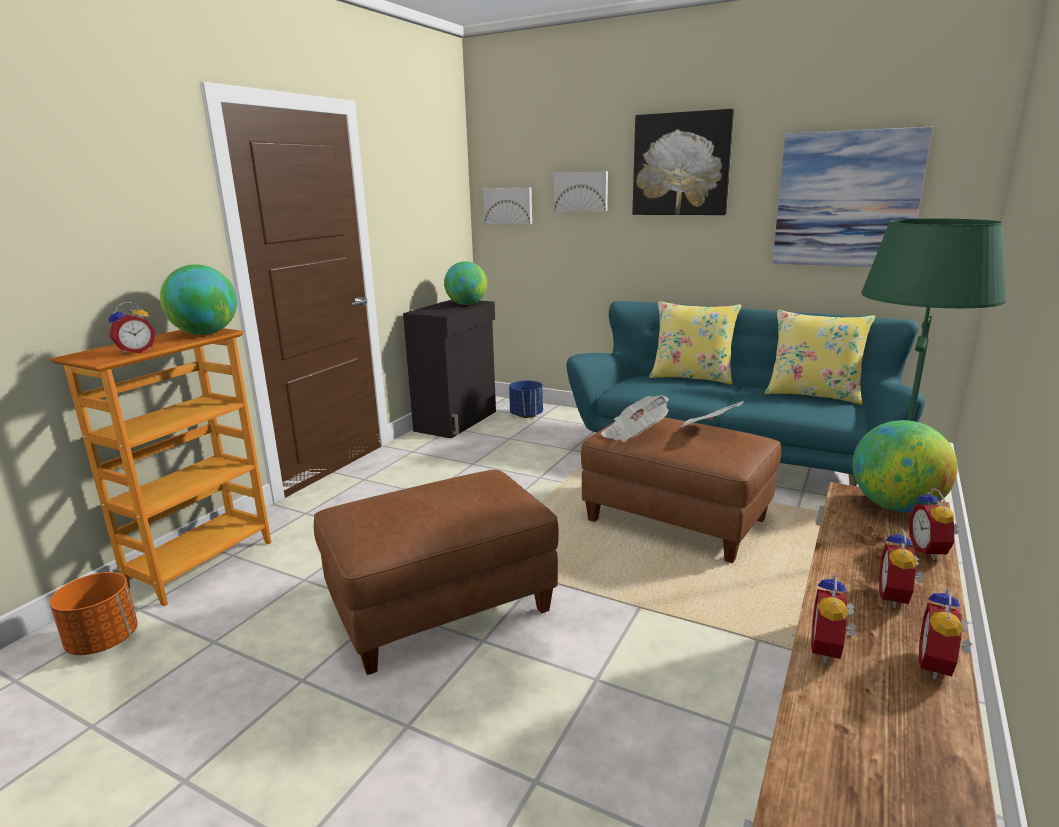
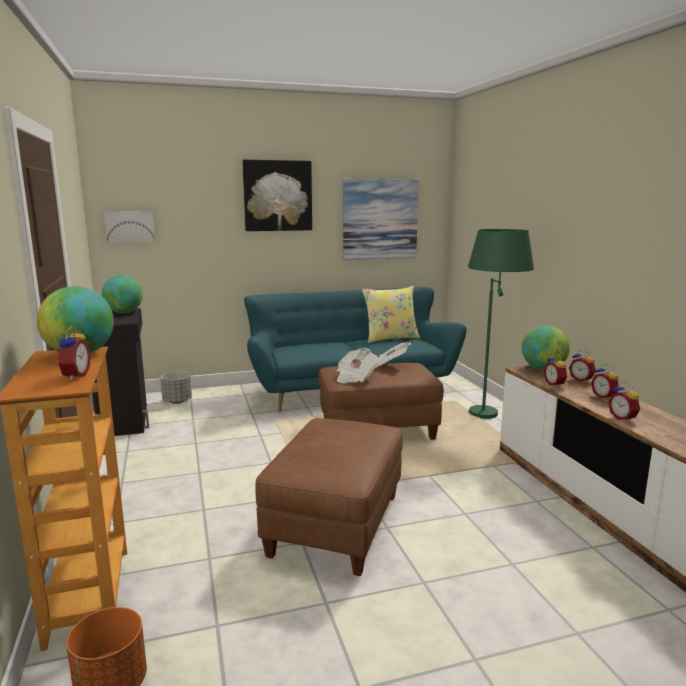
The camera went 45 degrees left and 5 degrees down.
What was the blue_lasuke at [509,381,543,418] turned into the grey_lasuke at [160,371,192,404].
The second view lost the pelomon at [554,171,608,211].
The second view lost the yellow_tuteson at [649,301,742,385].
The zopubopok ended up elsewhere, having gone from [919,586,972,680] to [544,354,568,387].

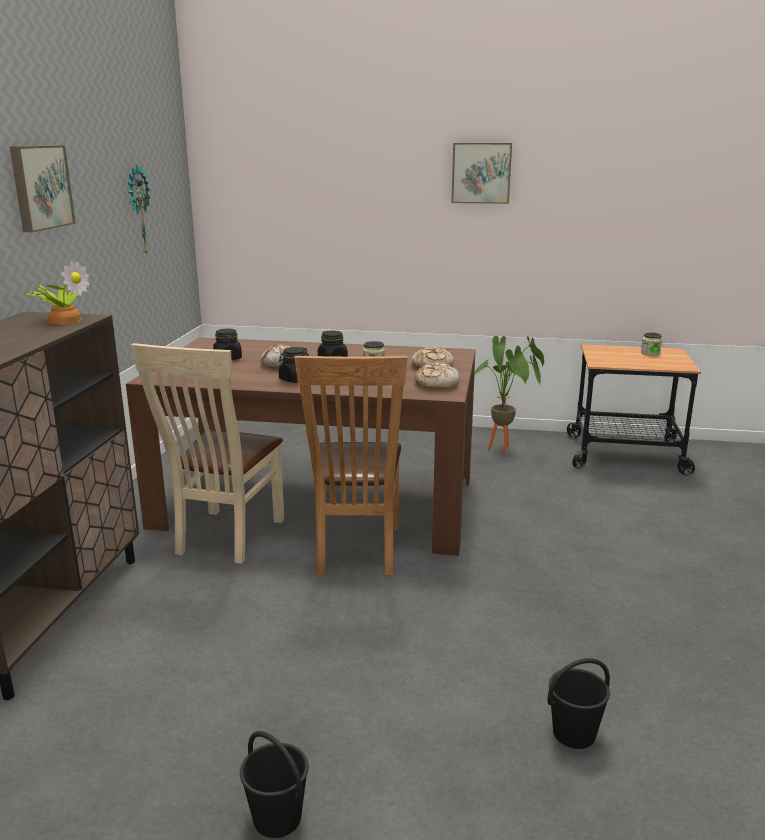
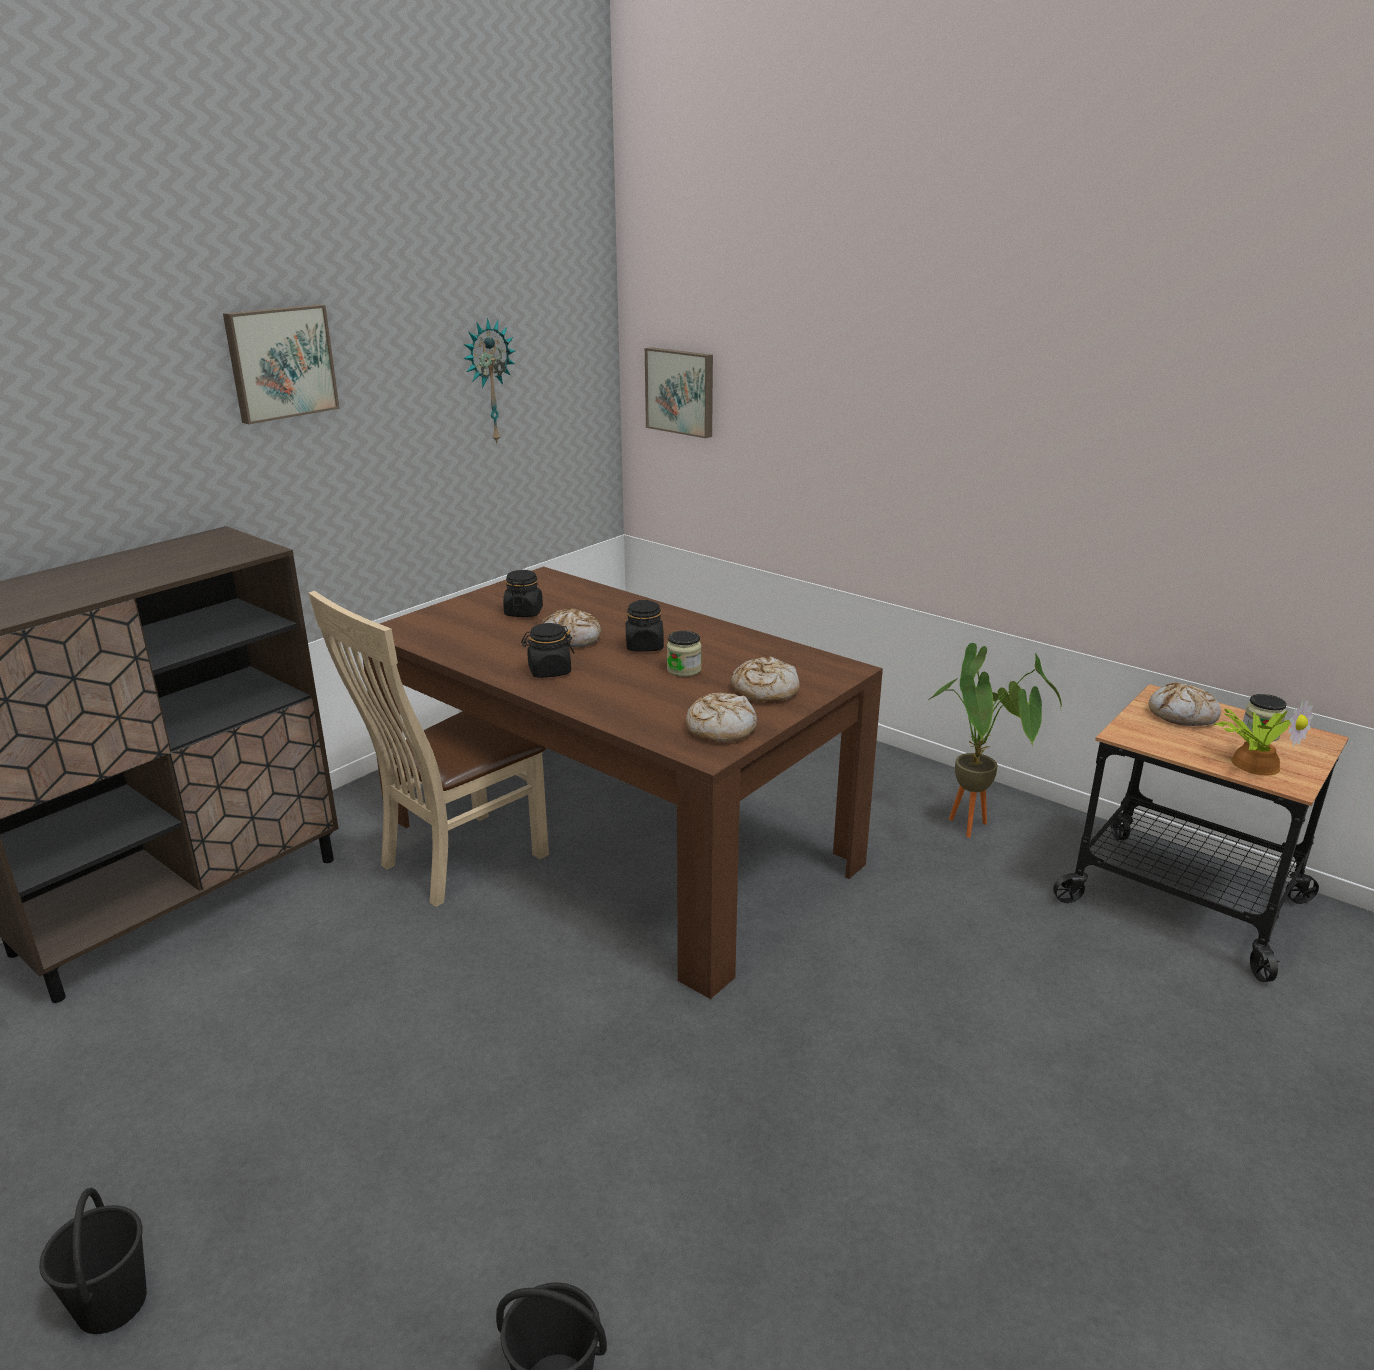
The camera went 30 degrees right and 5 degrees up.
The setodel ended up elsewhere, having gone from [24,260,89,325] to [1214,700,1313,775].
The second view lost the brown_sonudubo at [294,356,407,575].
The pelomon ended up elsewhere, having gone from [451,143,512,204] to [645,347,713,438].
The second view gained the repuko at [1149,683,1221,726].

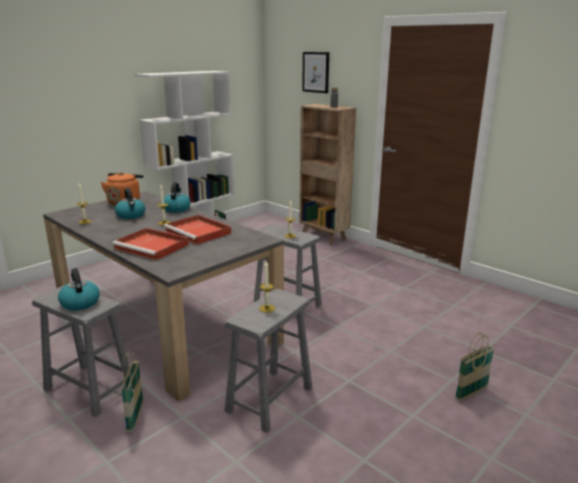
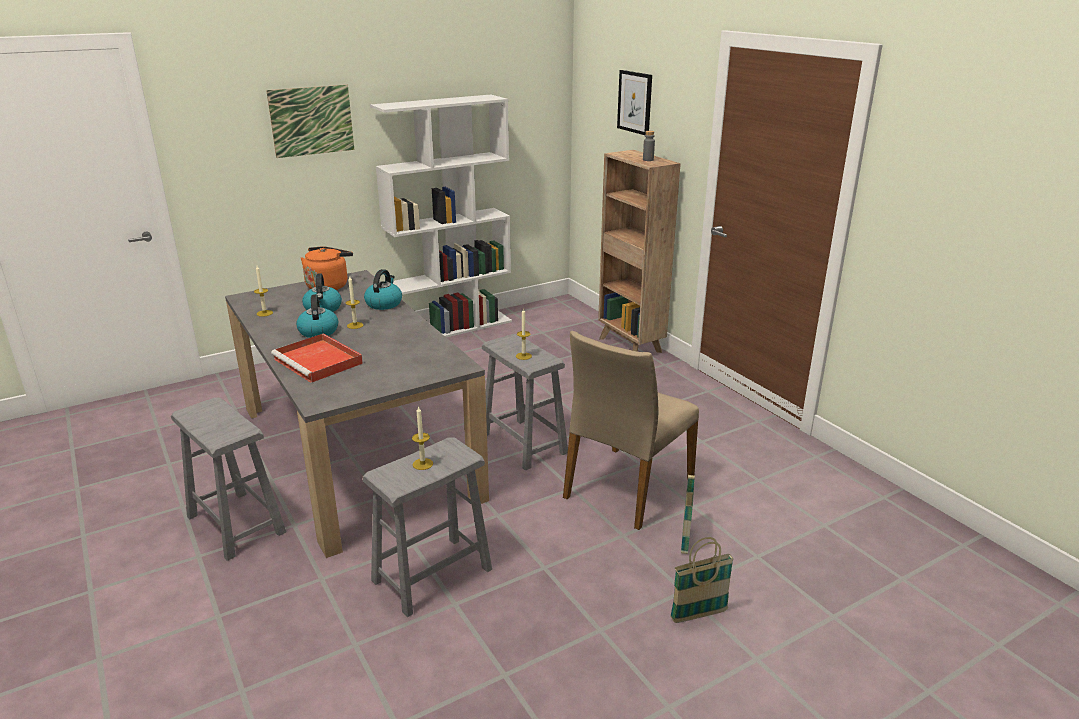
The camera went 15 degrees right and 5 degrees up.
The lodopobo ended up elsewhere, having gone from [58,268,100,310] to [296,294,338,338].
The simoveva ended up elsewhere, having gone from [121,353,143,432] to [681,471,696,554].
The second view lost the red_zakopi at [164,215,231,245].
The second view gained the pelomon at [266,85,354,158].
The second view gained the beige_sonudubo at [563,331,699,530].

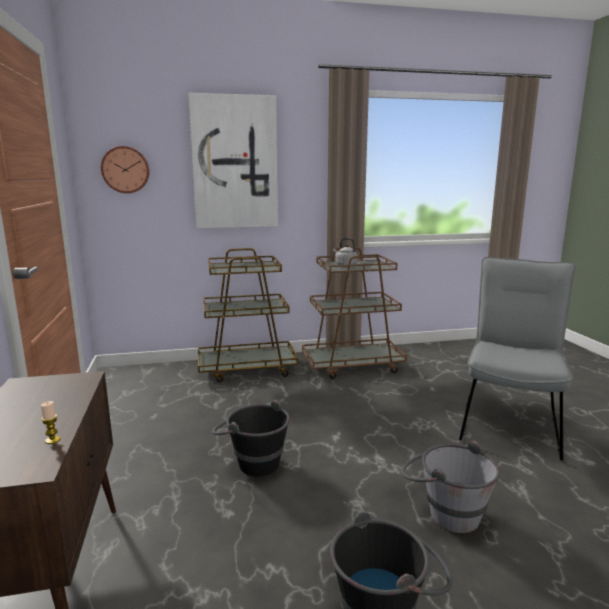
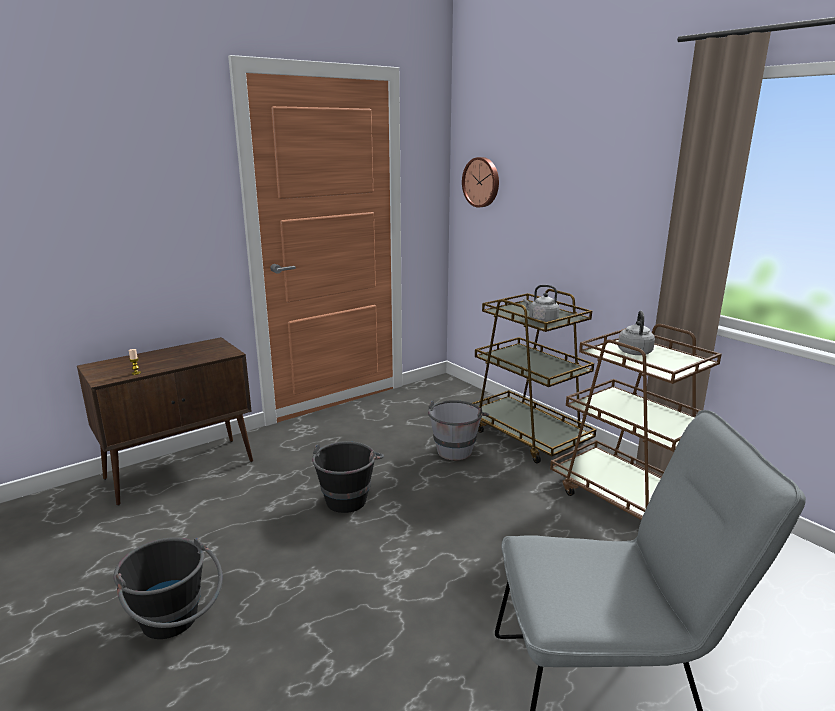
The camera went 65 degrees right and 5 degrees up.
The second view lost the pelomon at [188,93,278,228].
The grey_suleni ended up elsewhere, having gone from [402,440,500,533] to [428,400,489,460].
The second view gained the grey_lodopobo at [523,285,560,322].

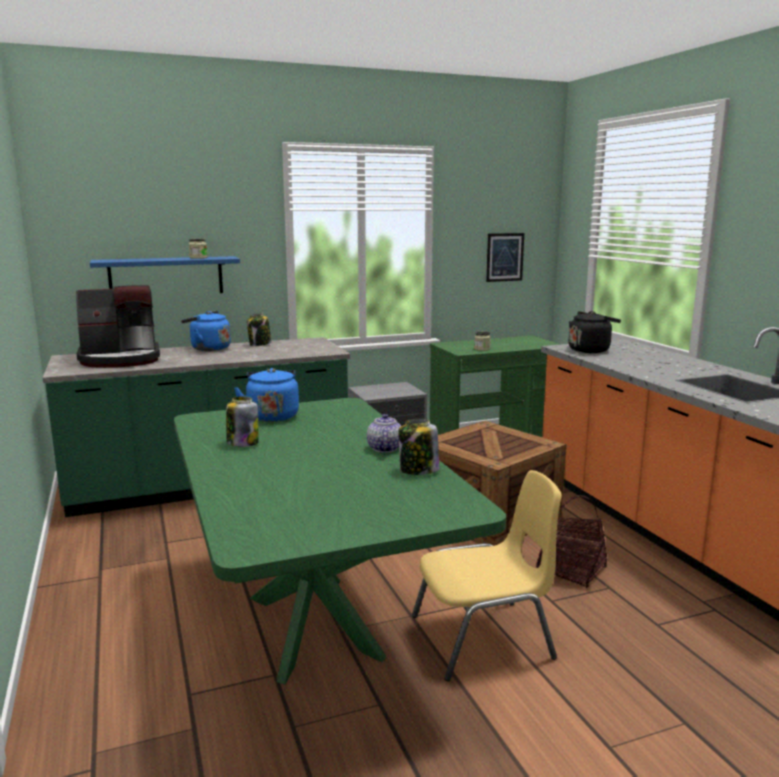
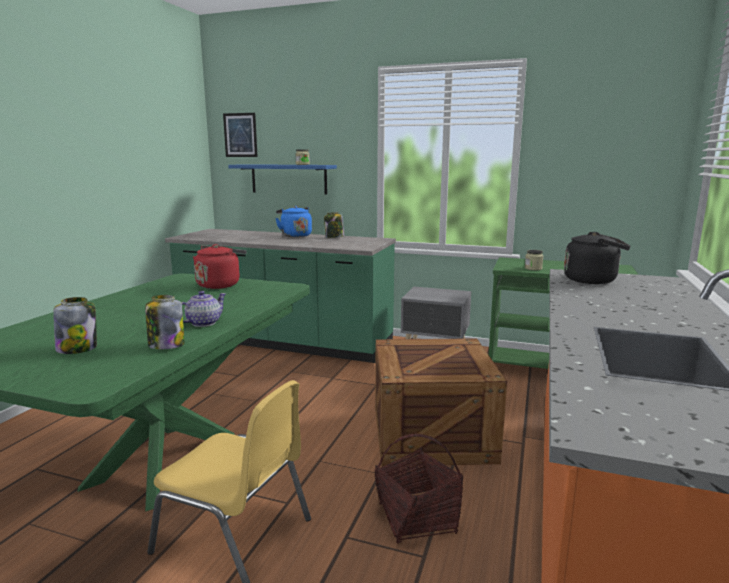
The camera went 40 degrees right and 0 degrees up.
The second view lost the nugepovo at [76,285,160,368].
The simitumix ended up elsewhere, having gone from [226,396,259,447] to [53,297,97,354].
What was the blue_lodopobo at [234,368,299,422] turned into the red_lodopobo at [193,244,246,289].
The pelomon ended up elsewhere, having gone from [486,233,524,282] to [223,113,258,157].

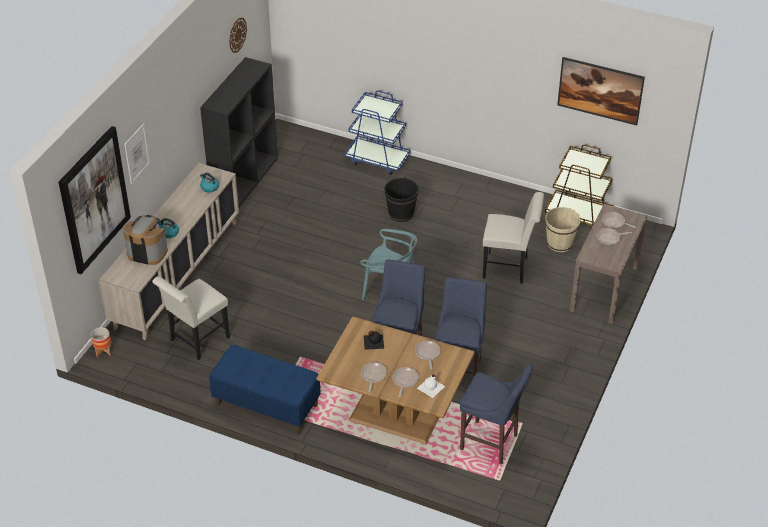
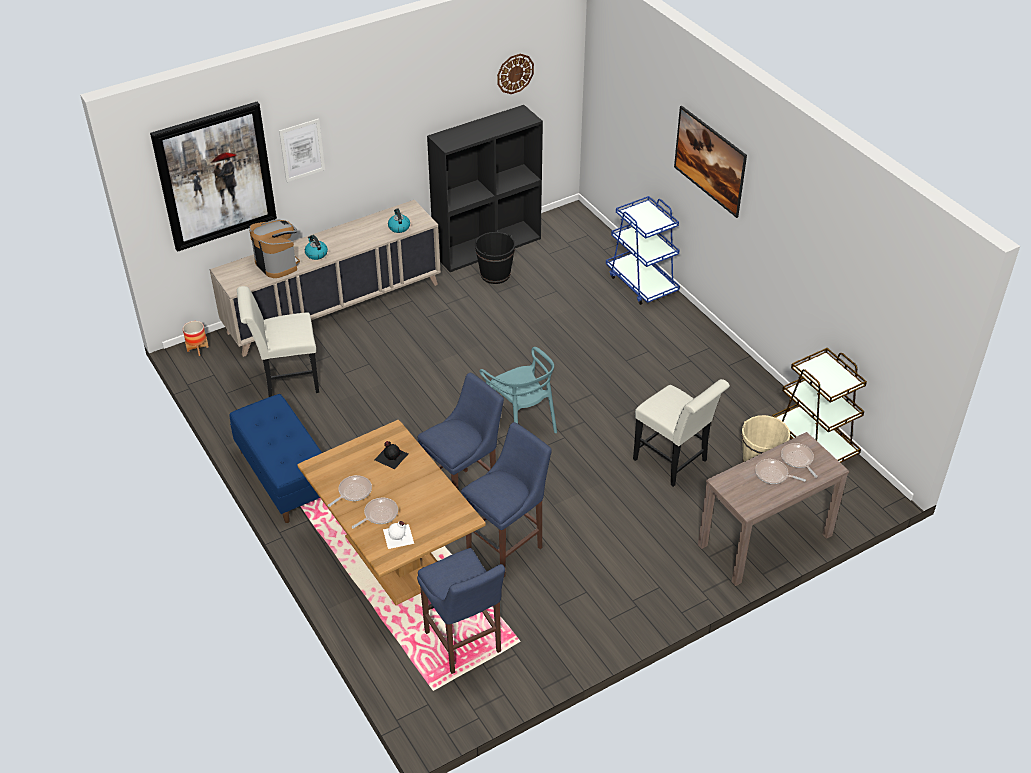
The camera went 35 degrees right and 0 degrees up.
The black_suleni ended up elsewhere, having gone from [384,177,419,222] to [475,232,516,284].
The second view lost the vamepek at [415,340,441,370].
The pelomon ended up elsewhere, having gone from [557,57,645,126] to [674,106,747,218].

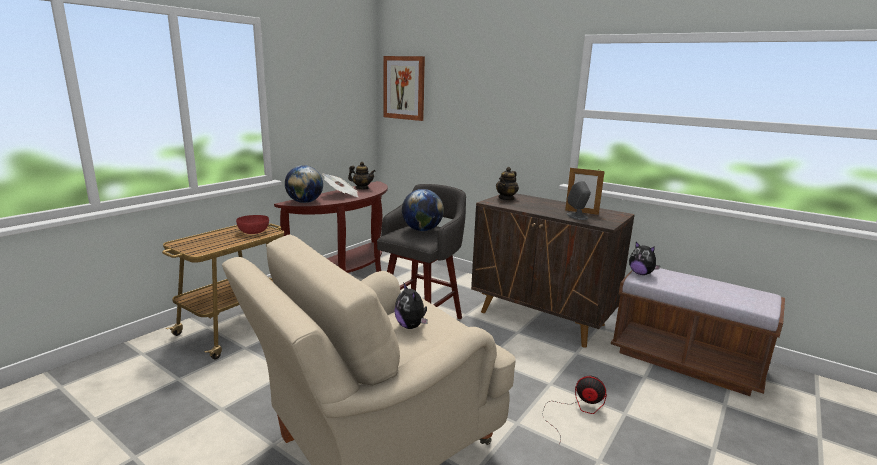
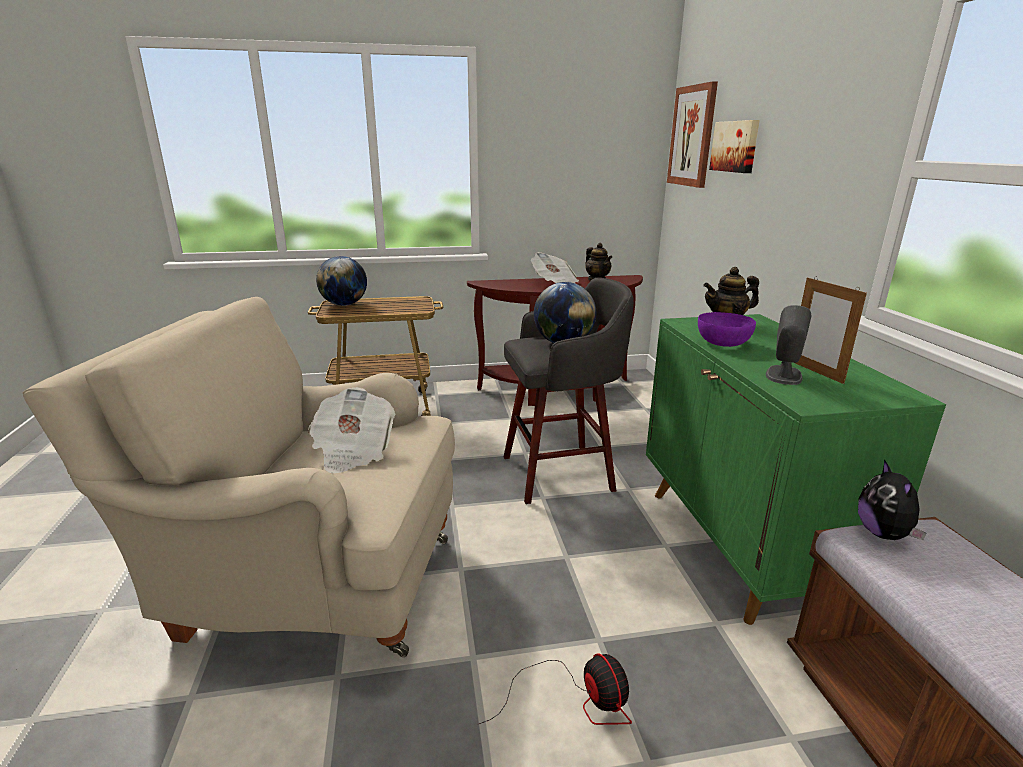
The camera went 45 degrees right and 5 degrees up.
The second view lost the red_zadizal at [236,215,269,234].
The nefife ended up elsewhere, having gone from [285,165,323,203] to [316,256,367,306].
Where the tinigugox stood at [394,283,428,329], the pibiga came to stand at [308,387,395,474].
What was the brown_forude at [471,193,635,348] turned into the green_forude at [646,314,946,625].
The second view gained the purple_zadizal at [698,312,756,347].
The second view gained the pelomon at [709,120,760,173].

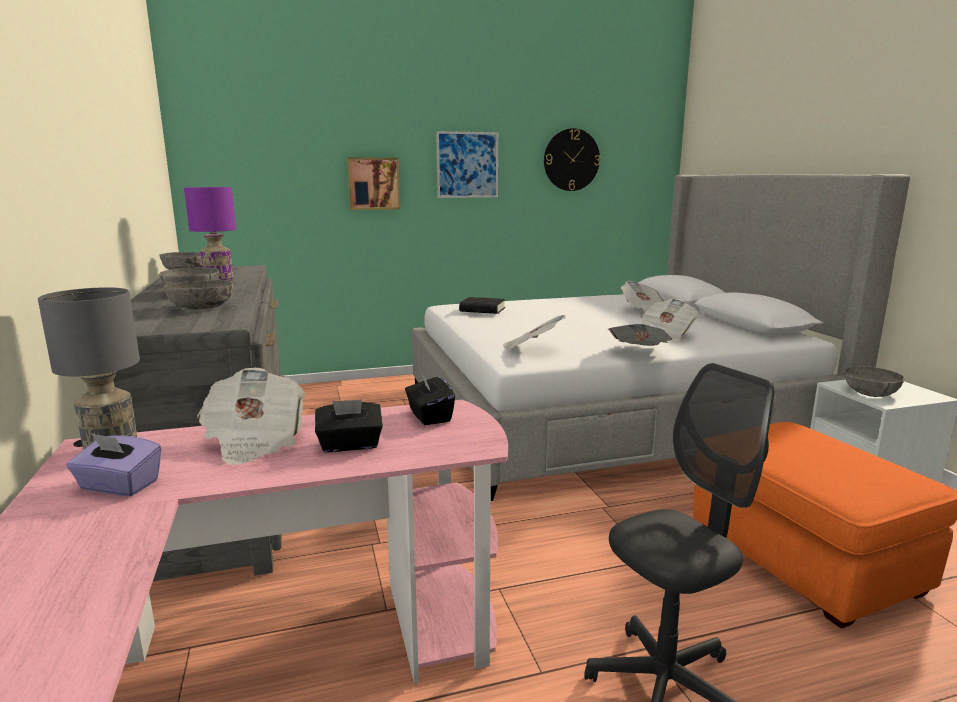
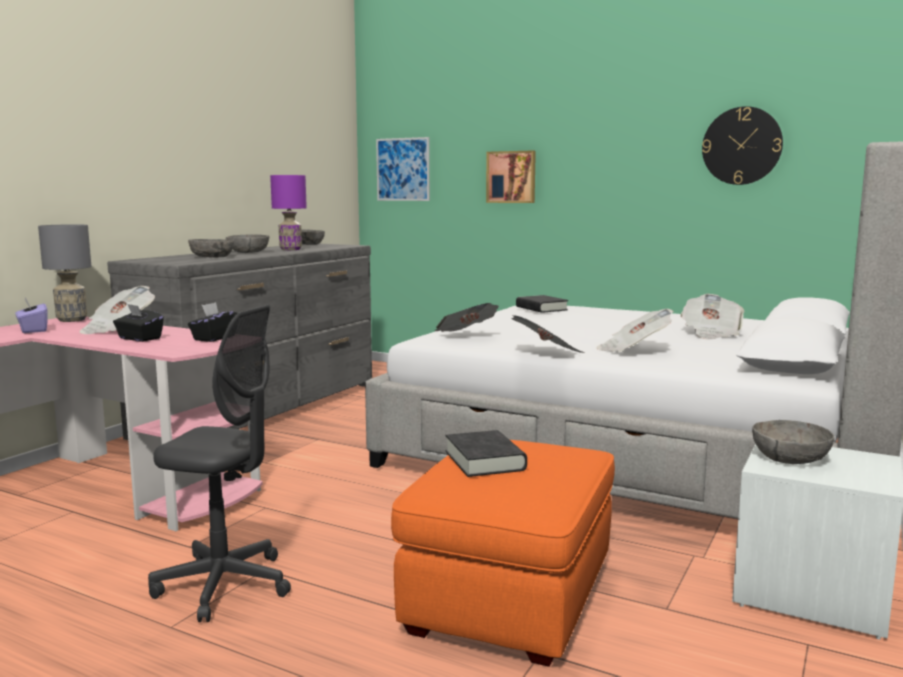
The camera went 45 degrees right and 5 degrees down.
The pelomon ended up elsewhere, having gone from [436,131,498,198] to [376,137,430,201].
The second view gained the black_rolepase at [446,430,527,477].

